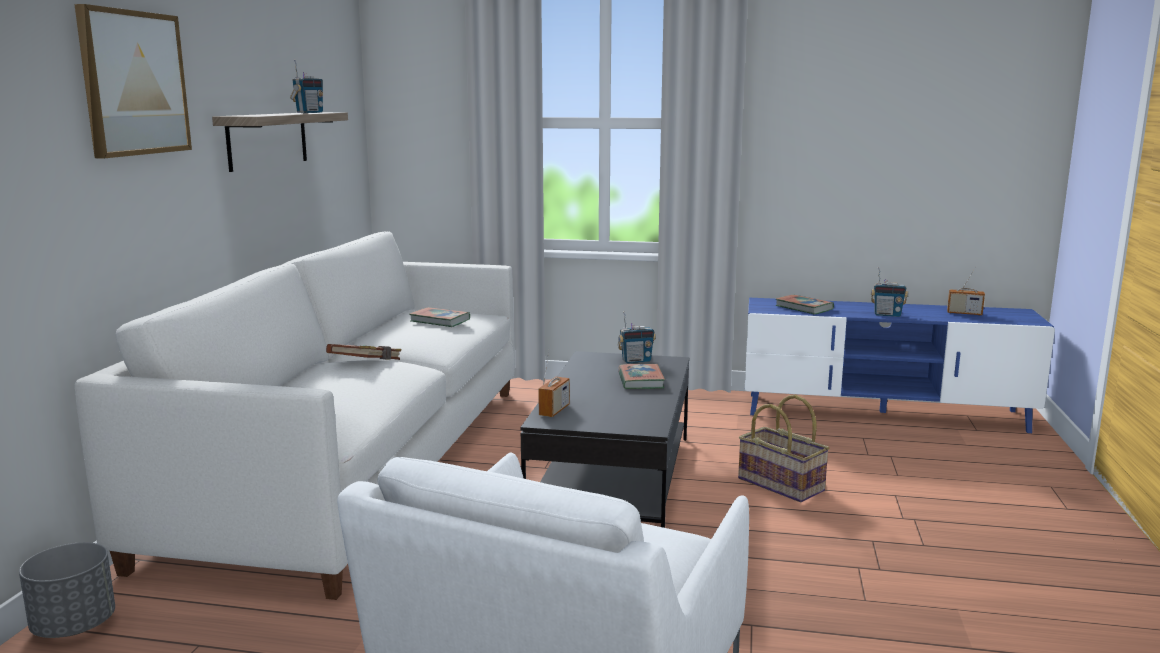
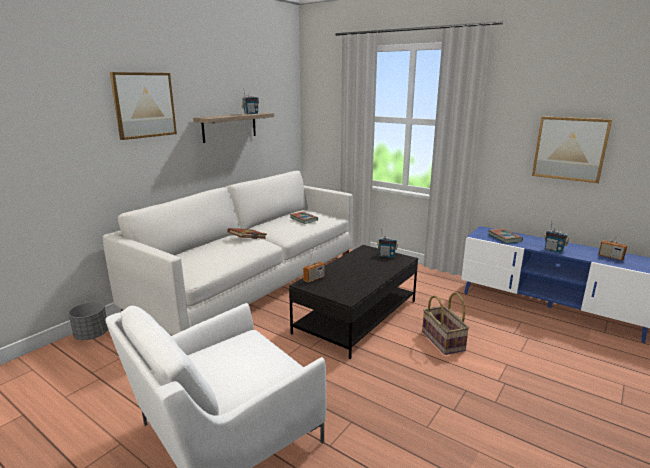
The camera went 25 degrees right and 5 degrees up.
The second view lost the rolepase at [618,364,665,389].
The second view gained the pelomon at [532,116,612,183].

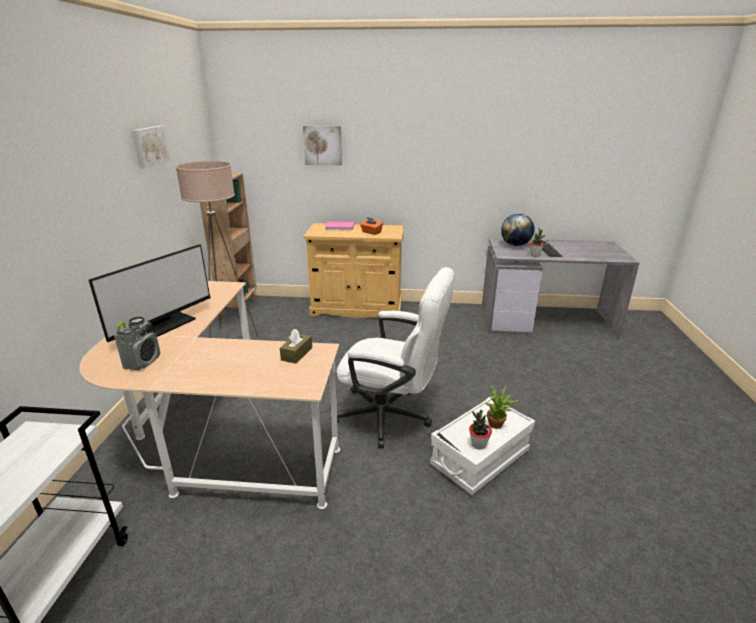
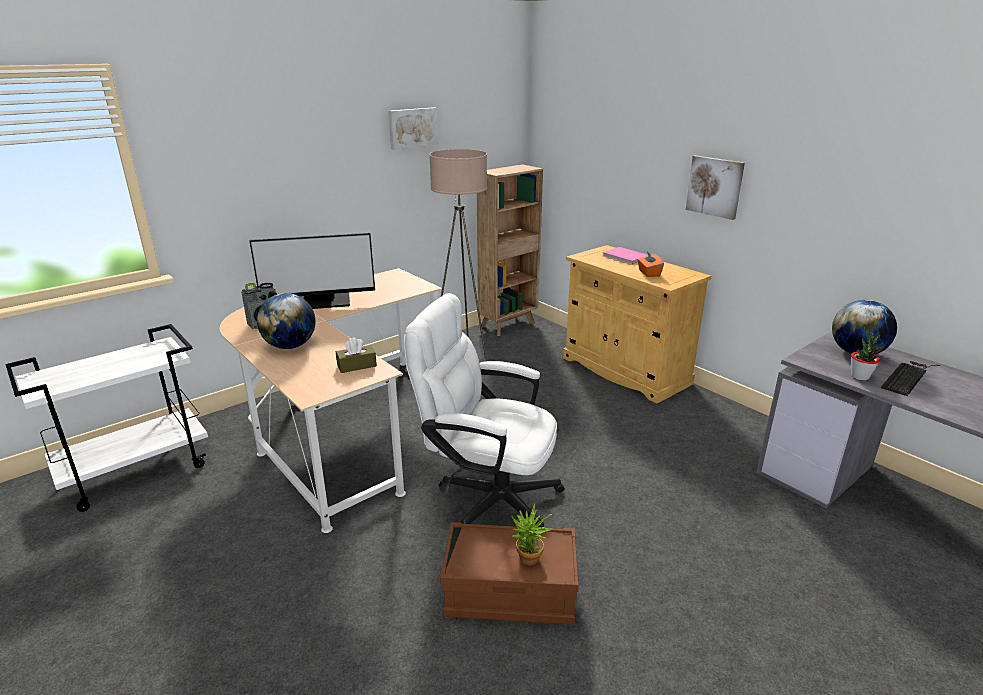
The camera went 45 degrees right and 0 degrees up.
The pelomon ended up elsewhere, having gone from [303,126,342,166] to [685,155,745,220].
The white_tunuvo at [330,267,454,448] ended up facing another way, 135 degrees clockwise from before.
What was the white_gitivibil at [430,396,535,495] turned into the brown_gitivibil at [440,522,578,625].
The second view lost the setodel at [469,410,492,450].
The second view gained the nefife at [257,293,315,349].

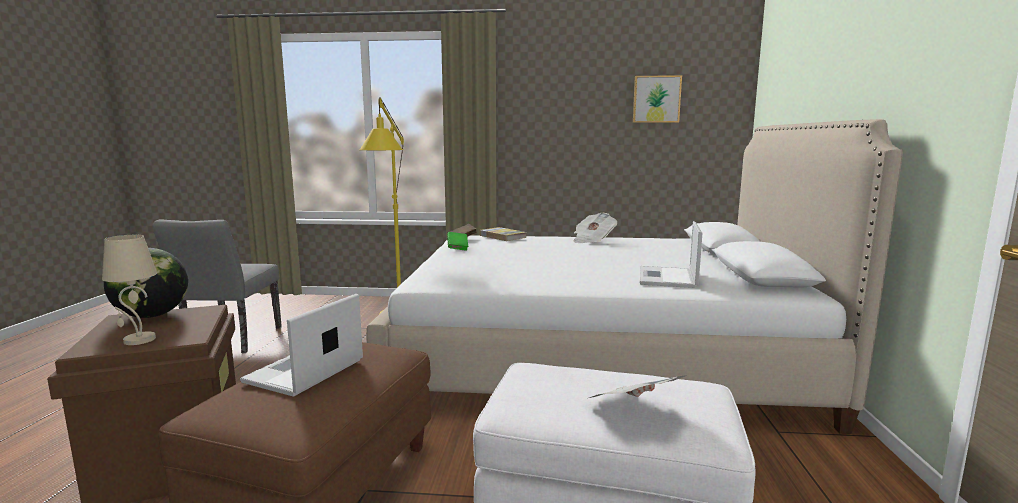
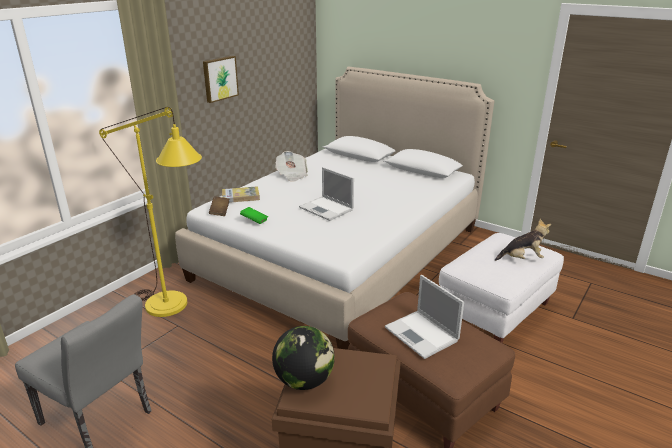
The camera went 60 degrees left and 15 degrees up.
The second view lost the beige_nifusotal at [102,235,157,345].
Where the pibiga stood at [589,376,685,398], the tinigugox came to stand at [495,219,551,261].
The pelomon ended up elsewhere, having gone from [633,75,682,123] to [203,56,239,103].
The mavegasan ended up elsewhere, having gone from [640,221,702,288] to [299,167,354,221].

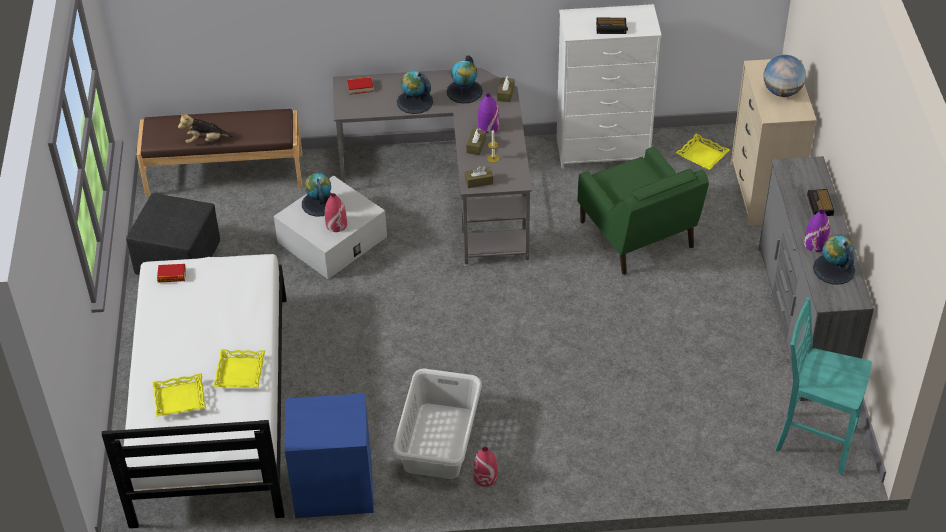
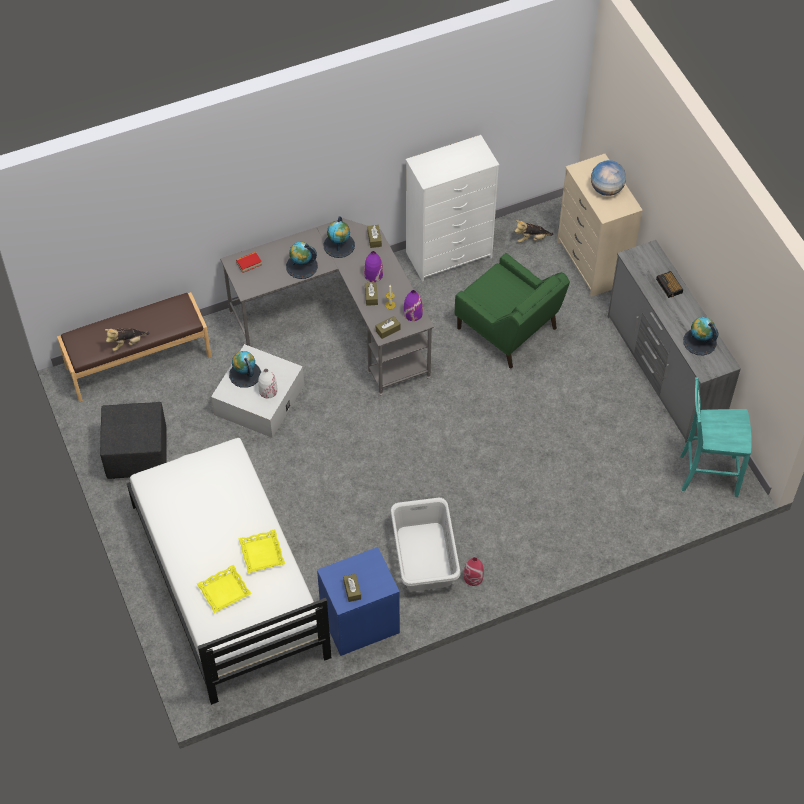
The camera went 20 degrees left and 10 degrees up.
The second view lost the rolepase at [157,264,186,283].
What was the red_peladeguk at [325,193,347,232] turned into the white_peladeguk at [258,369,278,399].
The second view lost the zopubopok at [596,18,628,34].
Where the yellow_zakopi stood at [676,133,730,170], the tinigugox came to stand at [515,220,553,243].
The purple_peladeguk ended up elsewhere, having gone from [804,210,830,252] to [404,290,423,321].
The second view gained the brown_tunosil at [343,574,361,602].

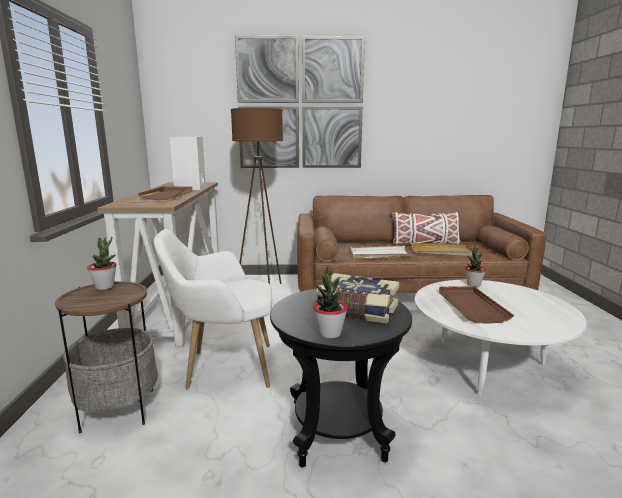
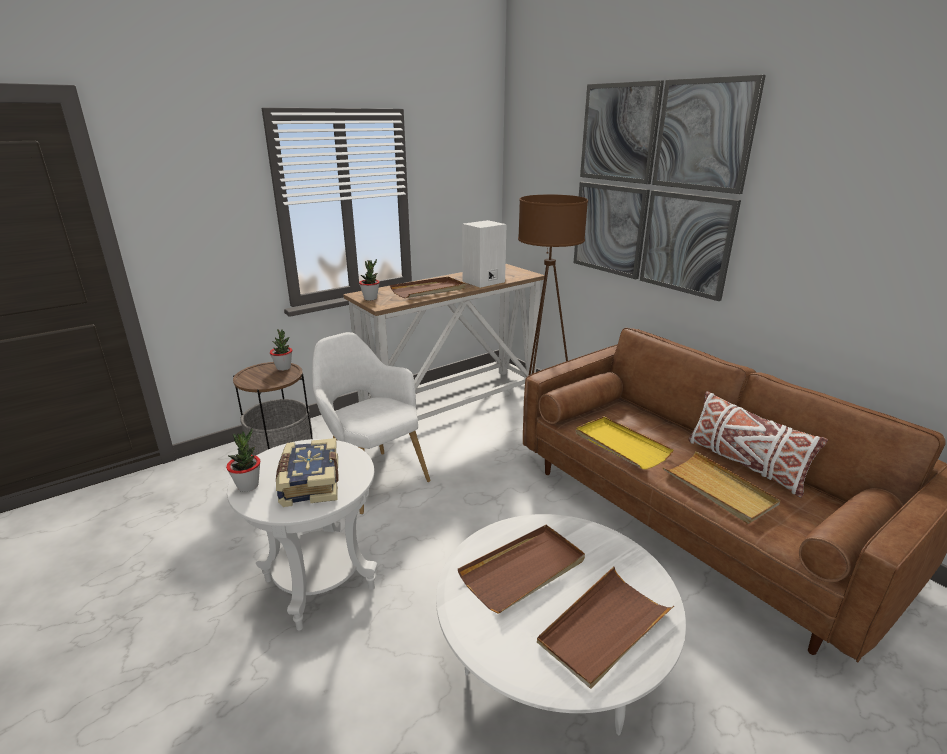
The camera went 55 degrees right and 10 degrees up.
What was the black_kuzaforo at [270,289,412,467] turned into the white_kuzaforo at [227,439,377,631].
What was the white_zakopi at [350,245,412,259] turned into the yellow_zakopi at [576,416,674,469].
The setodel ended up elsewhere, having gone from [465,246,486,287] to [359,259,380,301].
The second view gained the brown_zakopi at [537,567,674,689].

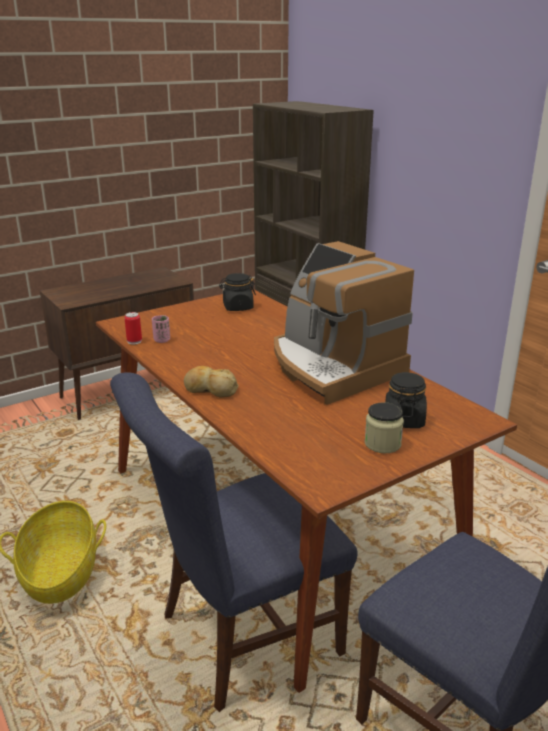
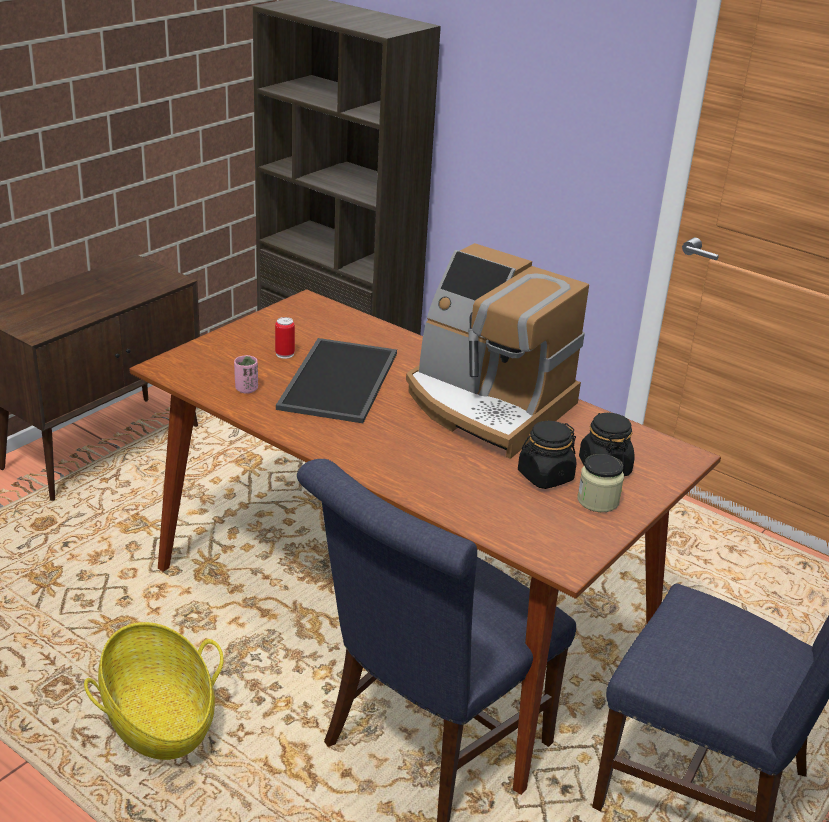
The camera went 20 degrees left and 5 degrees up.
The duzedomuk ended up elsewhere, having gone from [125,312,142,345] to [275,317,295,359].
The second view lost the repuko at [184,366,239,397].
The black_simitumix ended up elsewhere, having gone from [219,273,256,311] to [518,421,576,489].
The second view gained the zakopi at [276,338,397,423].

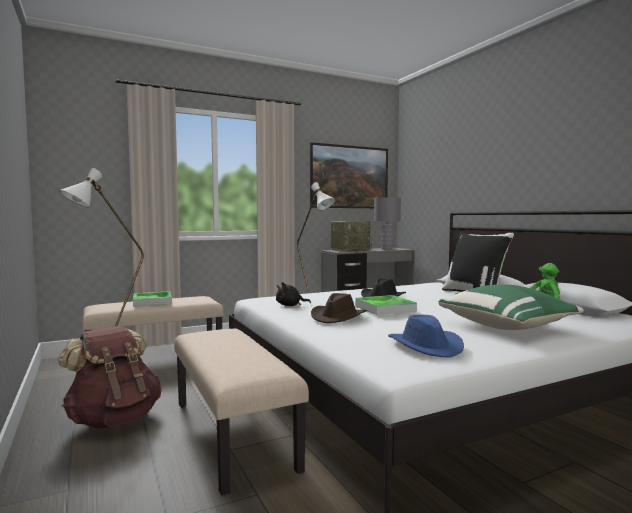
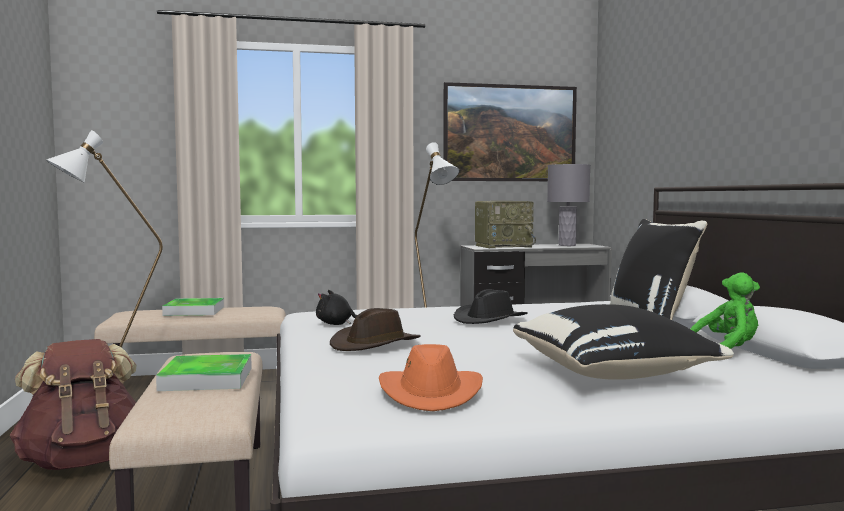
The camera went 15 degrees right and 0 degrees up.
The zakopi ended up elsewhere, having gone from [355,295,417,315] to [156,354,252,391].
What was the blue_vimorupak at [388,315,464,357] turned into the orange_vimorupak at [379,344,483,411].
What was the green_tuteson at [438,284,584,330] turned into the black_tuteson at [513,304,734,380].

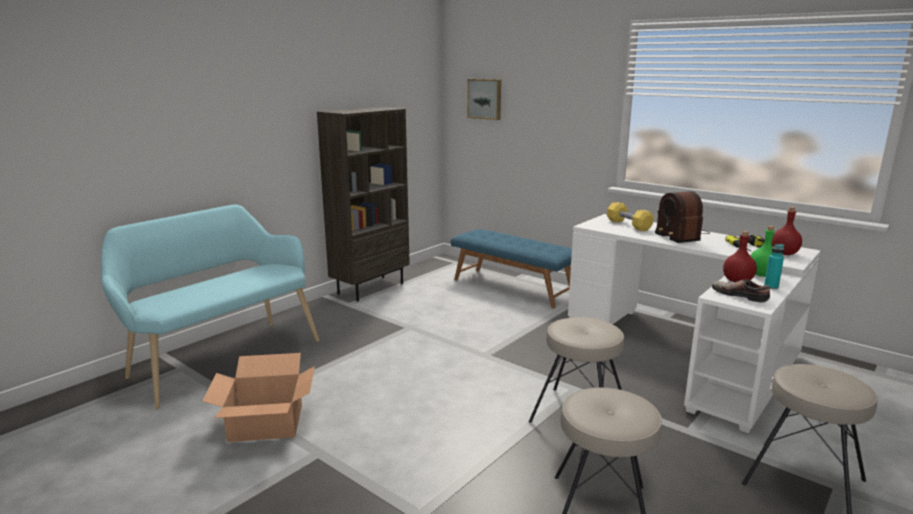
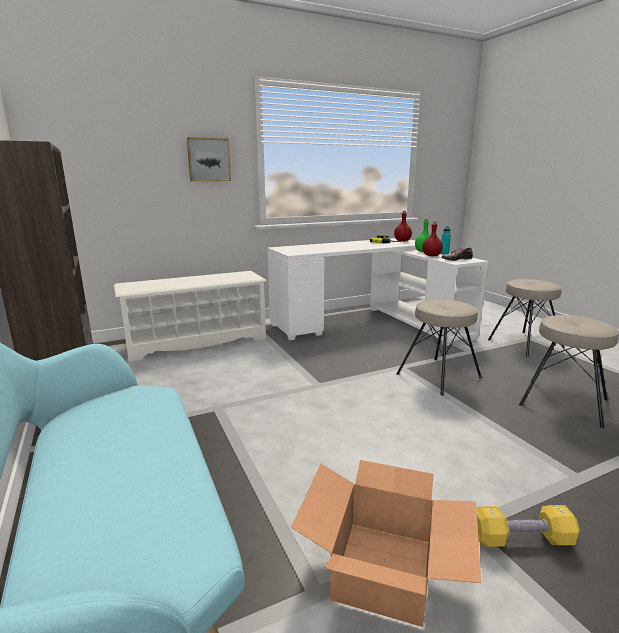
The camera went 65 degrees left and 0 degrees up.
Where the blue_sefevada stood at [451,229,572,308], the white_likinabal came to stand at [114,271,267,362].
The pelomon ended up elsewhere, having gone from [467,79,501,120] to [187,137,231,181].
The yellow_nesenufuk ended up elsewhere, having gone from [607,202,654,231] to [476,505,580,547].
The second view lost the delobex at [654,191,710,243].

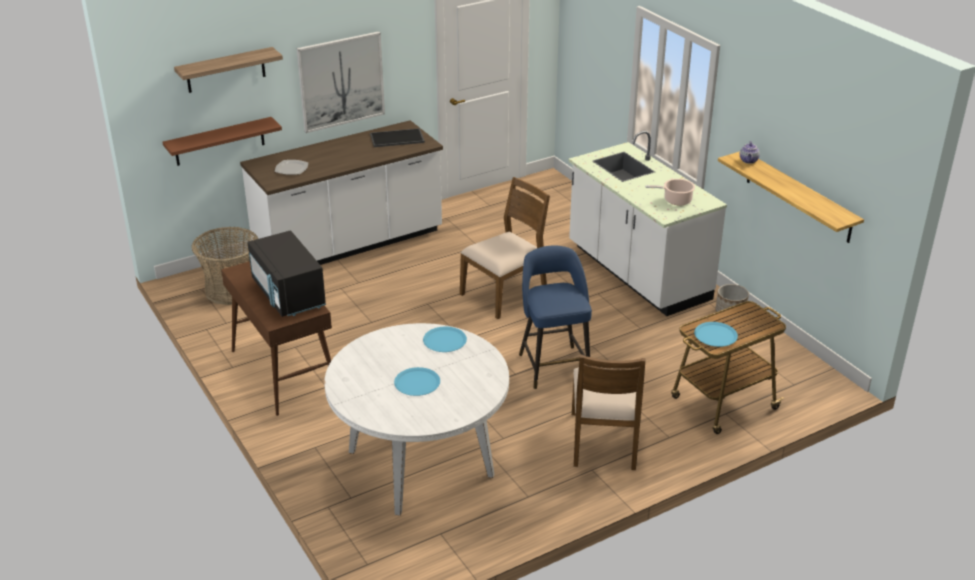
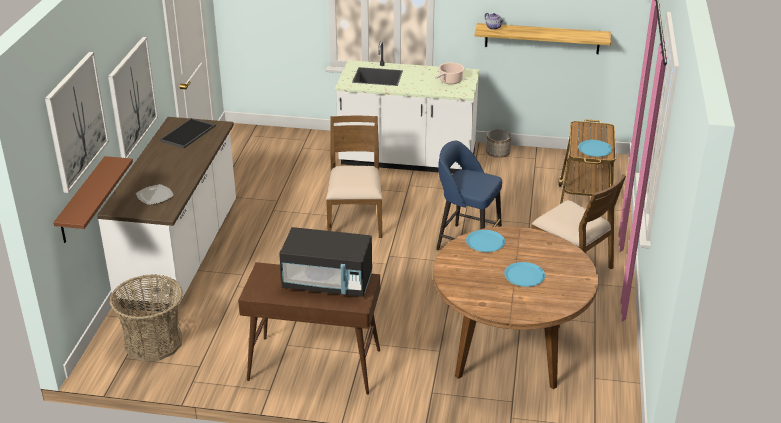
The camera went 50 degrees left and 0 degrees up.
Where the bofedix hung at [174,47,283,93], the pelomon came to hang at [45,52,109,193].
What was the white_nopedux at [324,323,509,516] turned into the brown_nopedux at [433,226,598,389].

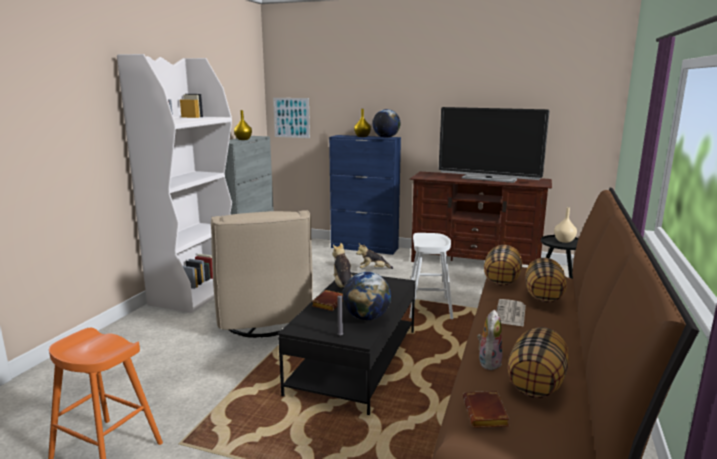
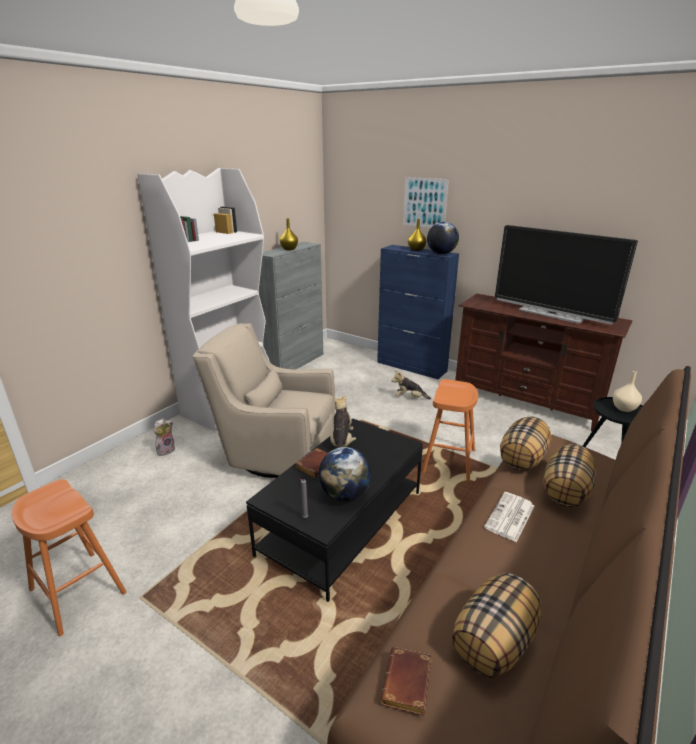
The camera went 15 degrees right and 10 degrees up.
The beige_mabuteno at [211,210,313,338] ended up facing another way, 105 degrees clockwise from before.
The pelomon ended up elsewhere, having gone from [273,98,310,138] to [403,177,449,228].
What was the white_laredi at [409,233,454,319] turned into the orange_laredi at [422,379,478,482].
The tinigugox ended up elsewhere, having gone from [477,310,502,370] to [154,419,175,456].

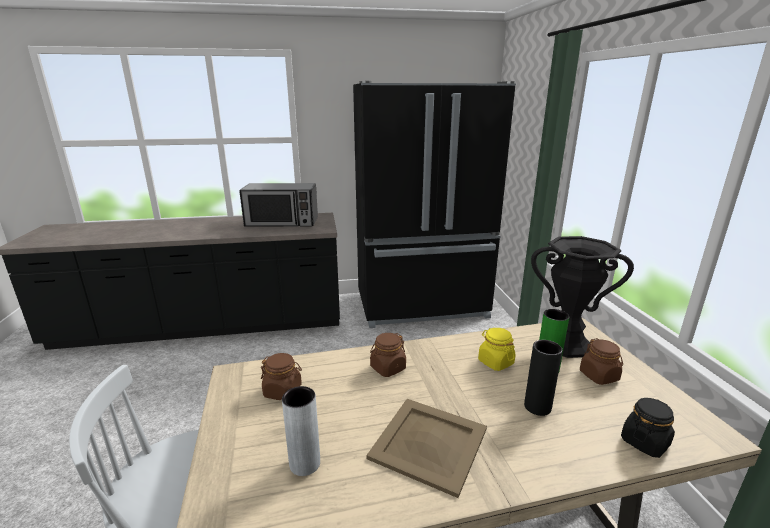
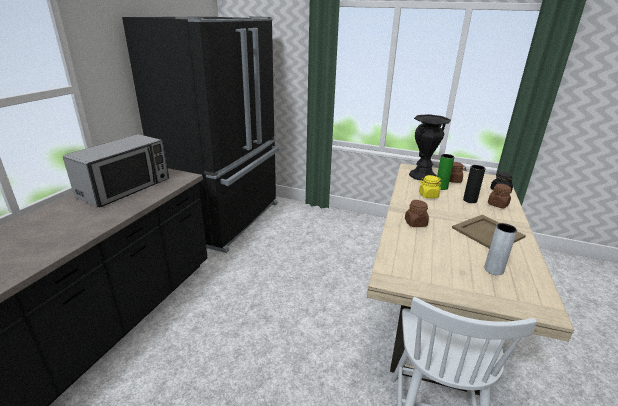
The camera went 60 degrees left and 5 degrees up.
The brown_simitumix ended up elsewhere, having gone from [261,353,302,400] to [488,184,511,208].

